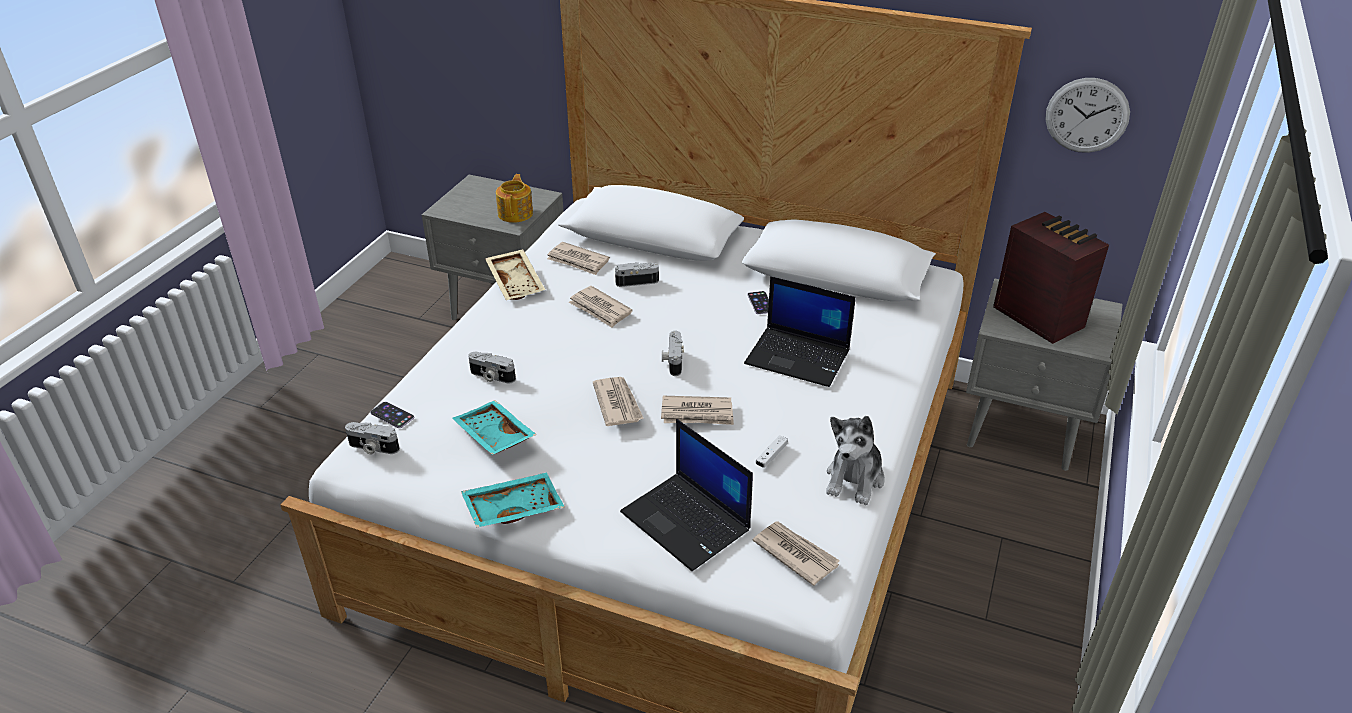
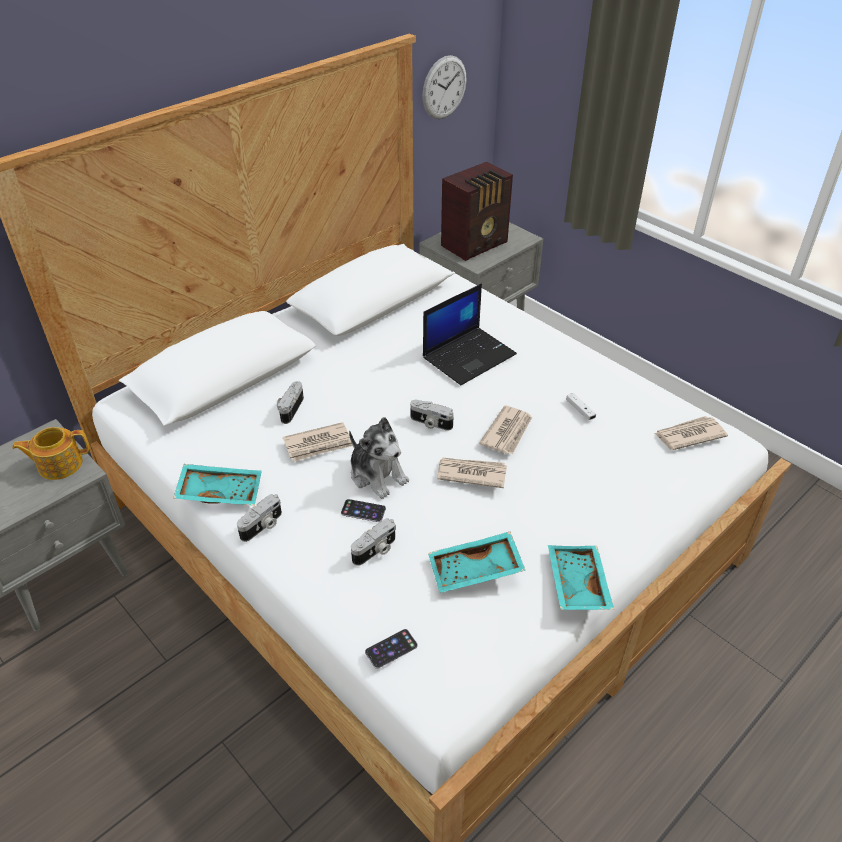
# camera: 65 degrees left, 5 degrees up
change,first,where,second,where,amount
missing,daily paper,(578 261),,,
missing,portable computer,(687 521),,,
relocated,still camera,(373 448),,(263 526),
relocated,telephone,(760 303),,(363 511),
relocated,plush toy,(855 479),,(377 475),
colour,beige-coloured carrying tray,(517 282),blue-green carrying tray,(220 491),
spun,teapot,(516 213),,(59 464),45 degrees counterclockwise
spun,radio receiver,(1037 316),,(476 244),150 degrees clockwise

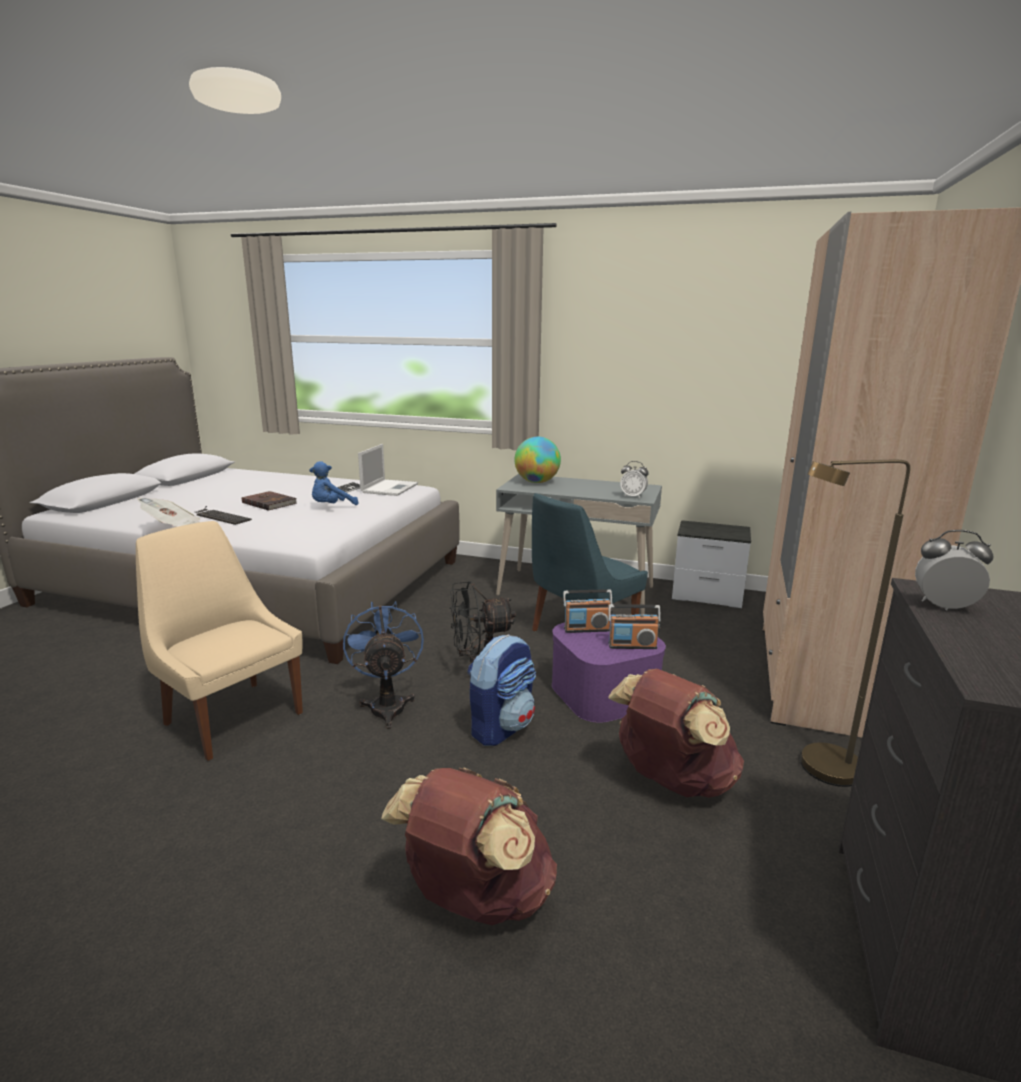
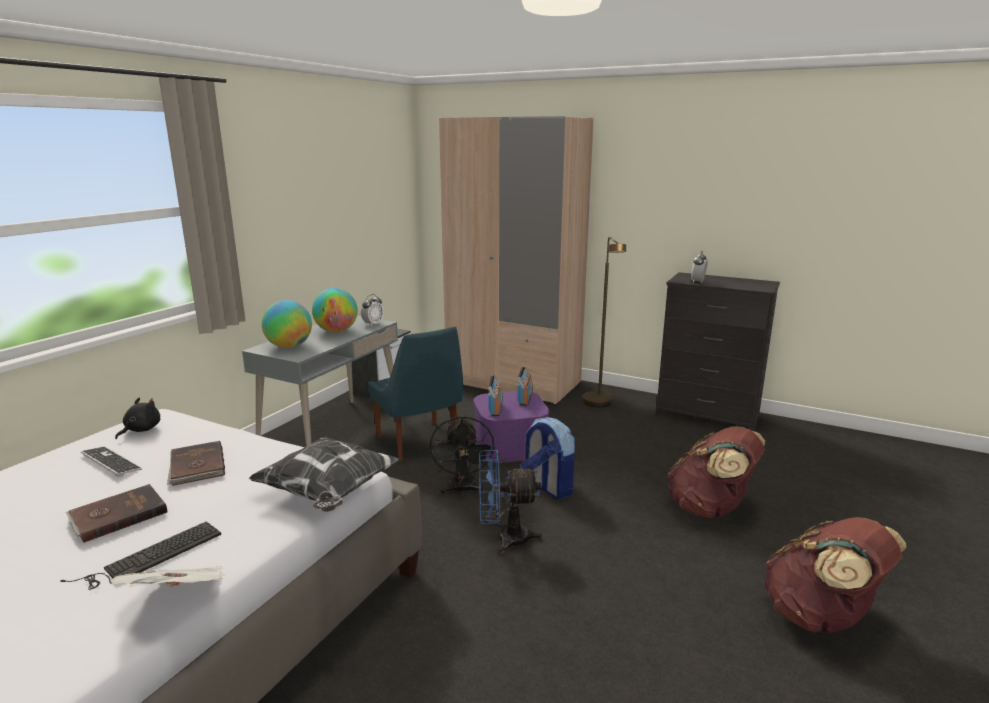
# camera: 80 degrees left, 0 degrees up
change,first,where,second,where,amount
missing,beige-coloured upright chair,(231 717),,,
appeared,,,throw pillow,(328 493),
appeared,,,world globe,(336 331),
relocated,brownish knapsack,(671 781),,(820 617),
exchanged,blue-coloured plush toy,(331 507),brownish book,(196 466),
exchanged,portable computer,(390 488),blackish plush toy,(141 430),

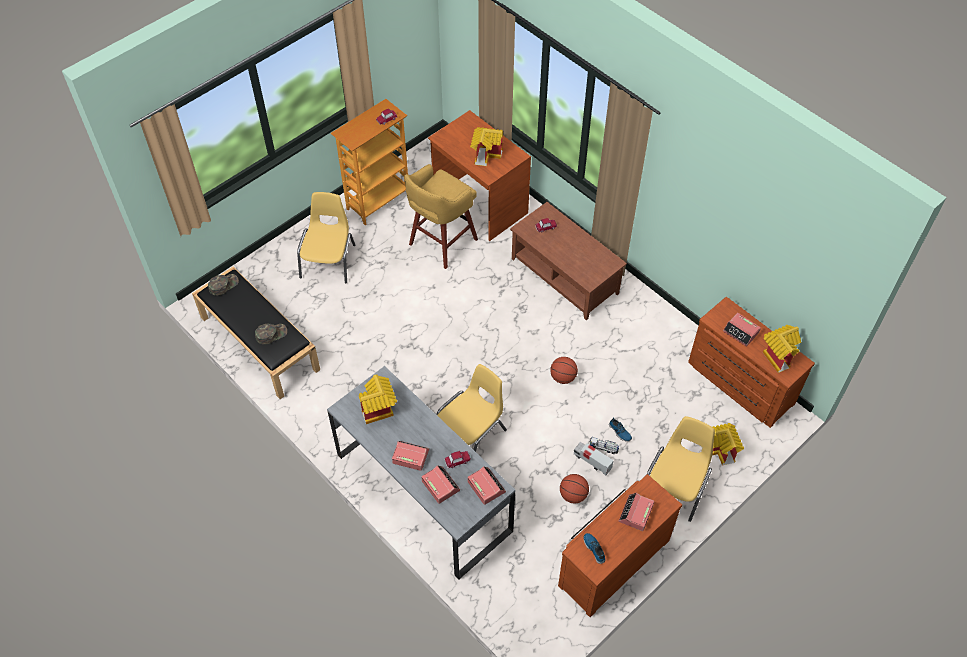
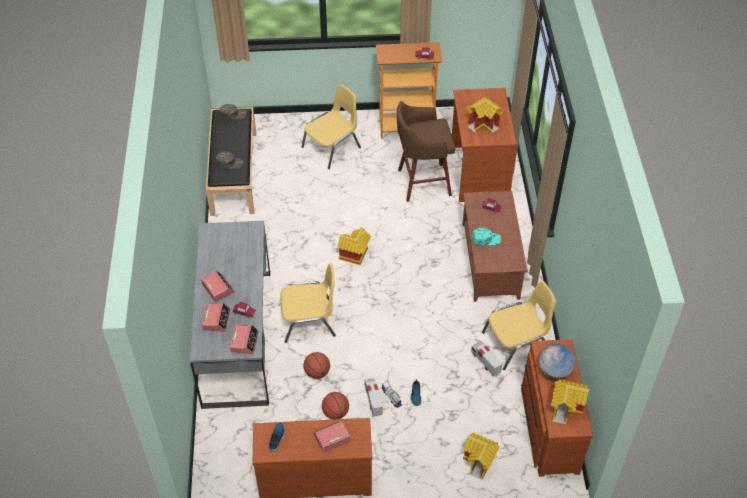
# camera: 40 degrees right, 5 degrees down
change,first,where,second,where,amount
appeared,,,blue-green cap,(486 239),
appeared,,,model truck,(485 362),
relocated,toy house,(379 411),,(354 256),
relocated,ball for basketball,(563 377),,(317 372),
relocated,yellow-coloured upright chair,(675 486),,(516 343),
exchanged,alarm clock,(741 332),world globe,(554 372),
colour,yellow-coloured stool,(441 243),brownish stool,(422 182),

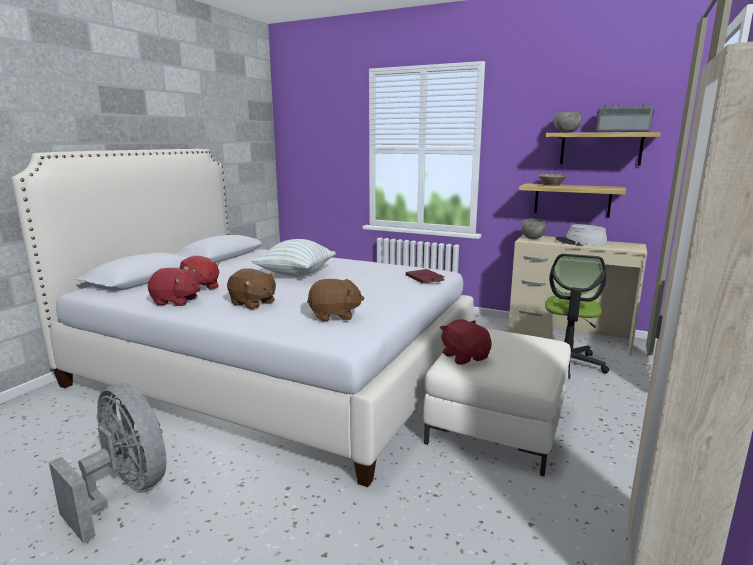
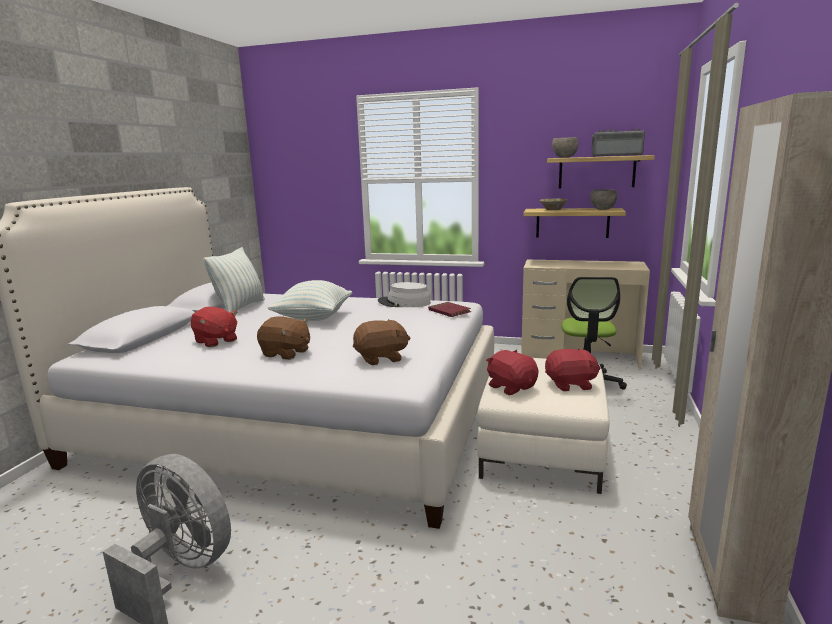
# camera: 10 degrees left, 0 degrees up
change,first,where,second,where,amount
appeared,,,throw pillow,(240 307),
relocated,reddish plush toy,(176 301),,(570 385),
relocated,grey bowl,(532 238),,(602 209),
relocated,grey hat,(580 242),,(404 303),

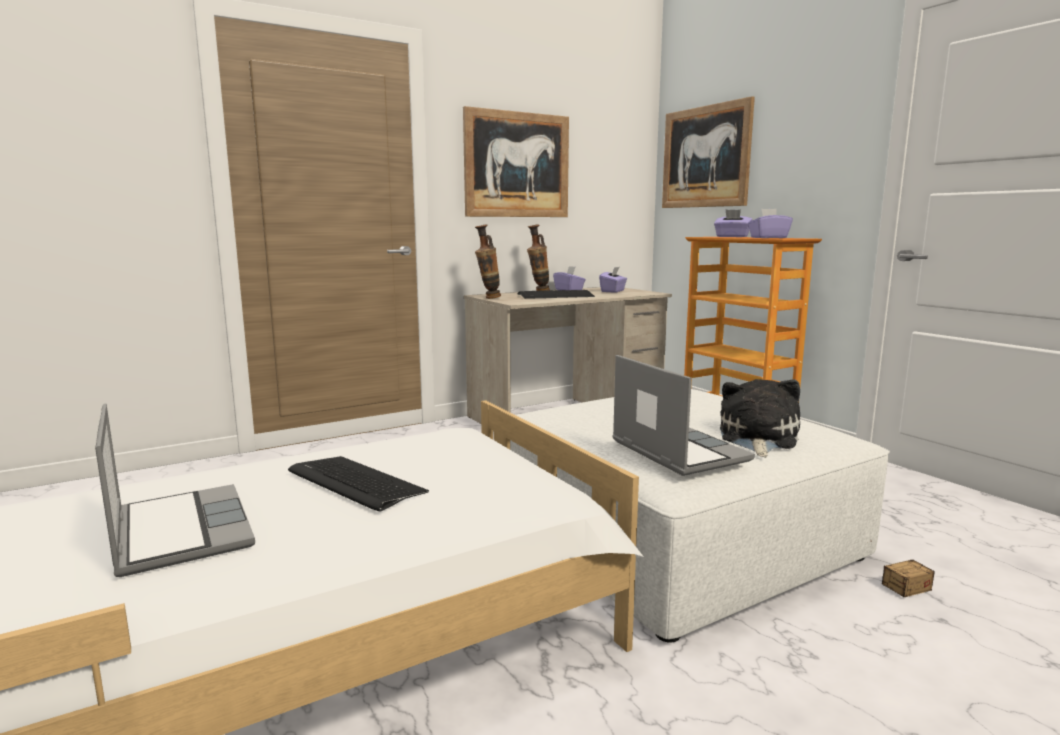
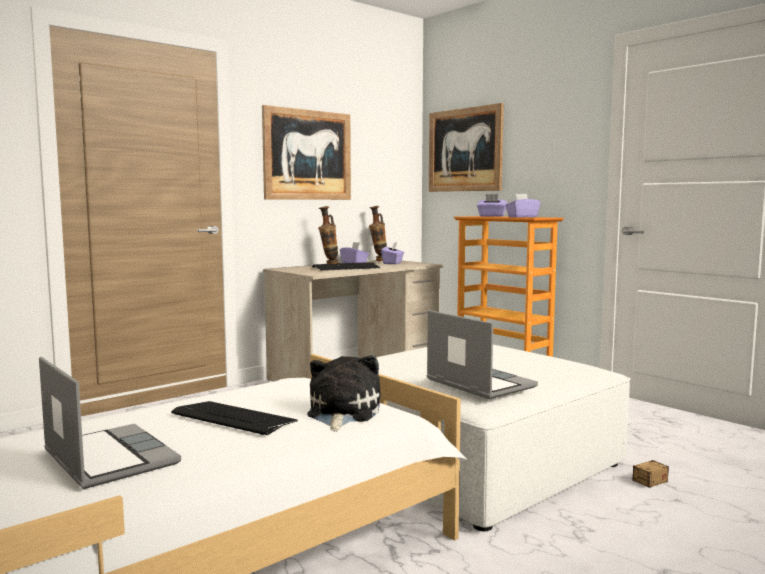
# camera: 10 degrees left, 5 degrees down
change,first,where,second,where,amount
relocated,vase,(488 298),,(378 261),
relocated,plush toy,(757 438),,(341 413),

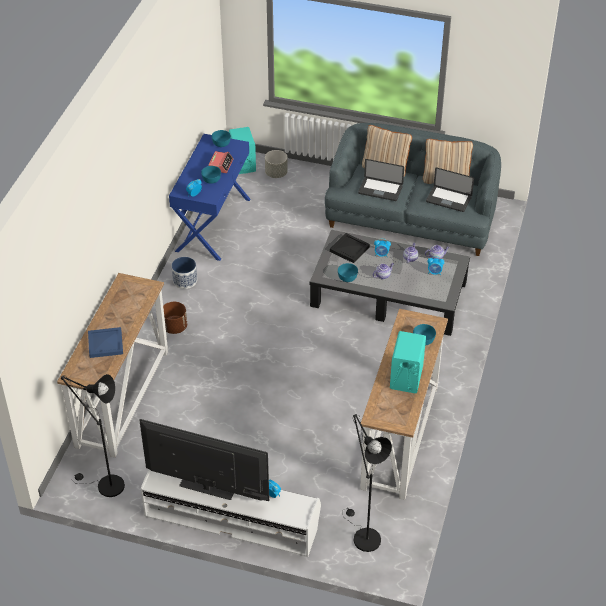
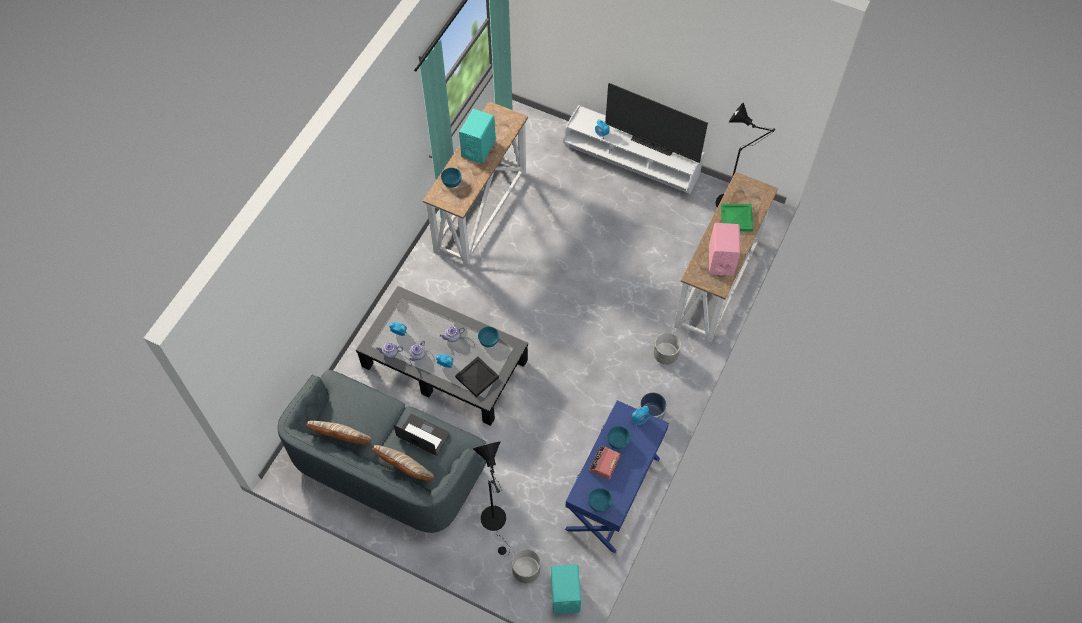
# camera: 170 degrees left, 15 degrees up
change,first,where,second,where,amount
missing,portable computer,(448 200),,,
appeared,,,pink-coloured loudspeaker,(721 260),
relocated,blackish floor lamp,(363 536),,(495 523),
colour,blue-coloured carrying tray,(105 344),green-coloured carrying tray,(737 218),
colour,brownish planter,(174 327),grey planter,(665 355),

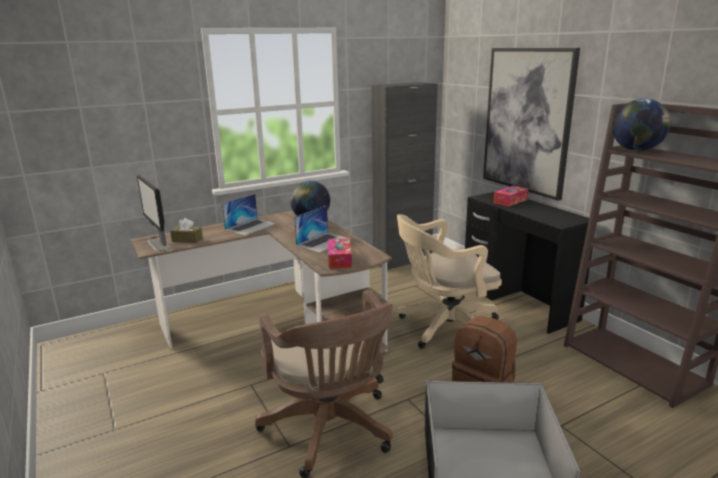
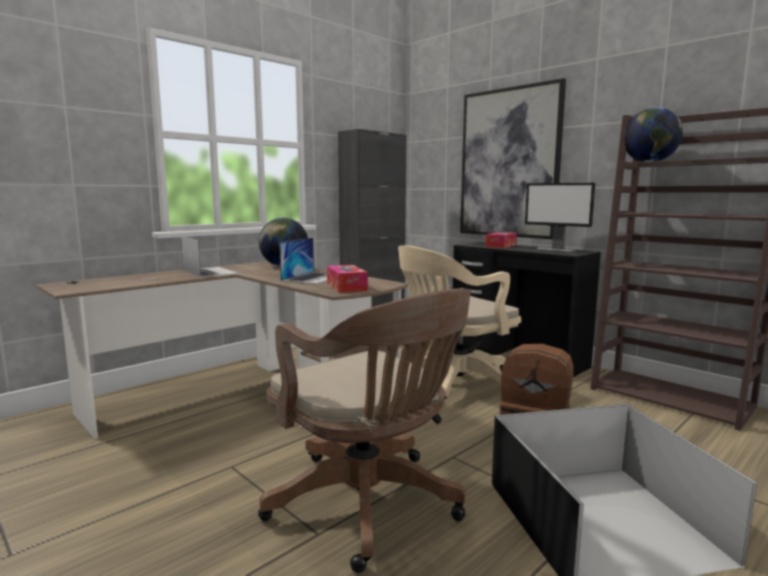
# camera: 15 degrees left, 10 degrees down
change,first,where,second,where,amount
missing,brownish box of tissues,(187 240),,,
relocated,computer display,(158 245),,(556 249),
spun,portable computer,(251 226),,(210 272),60 degrees counterclockwise

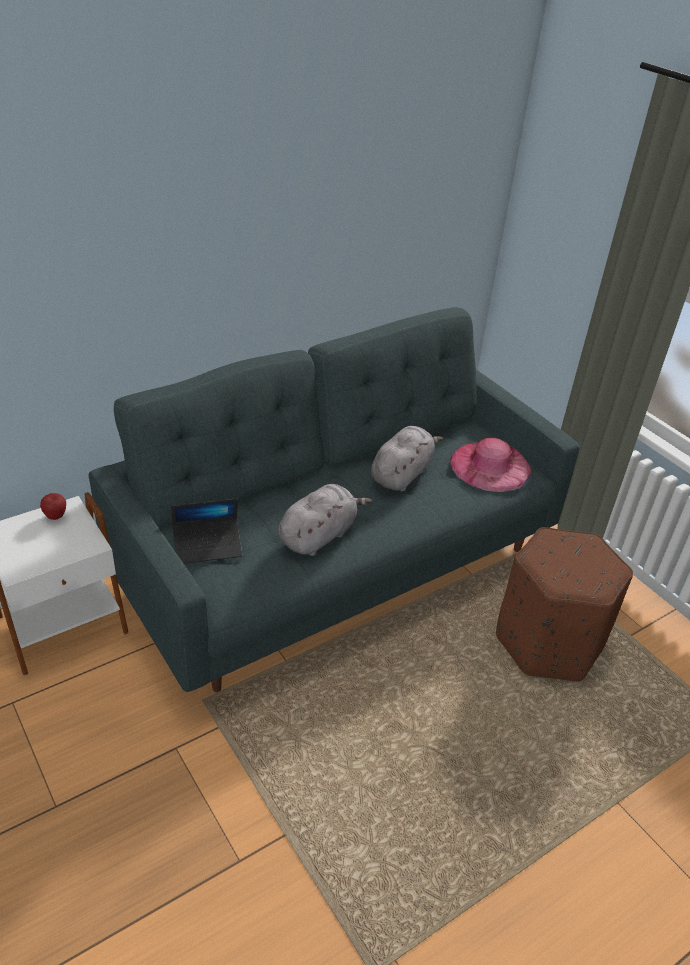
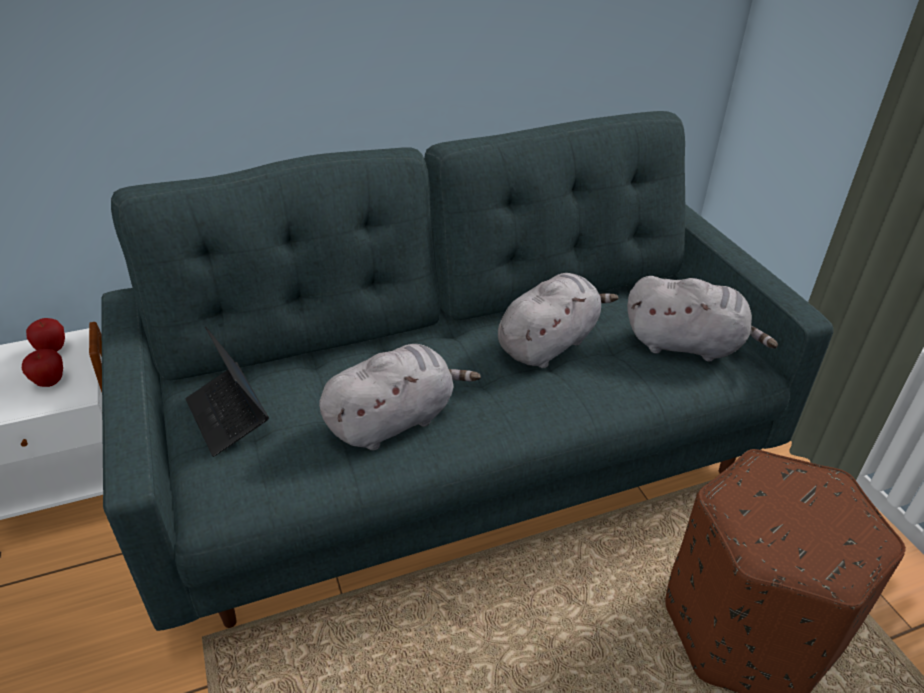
# camera: 15 degrees right, 0 degrees up
change,first,where,second,where,amount
appeared,,,apple,(50 382),
exchanged,pink-coloured hat,(490 466),grey plush toy,(687 345),
spun,portable computer,(207 546),,(228 417),60 degrees clockwise

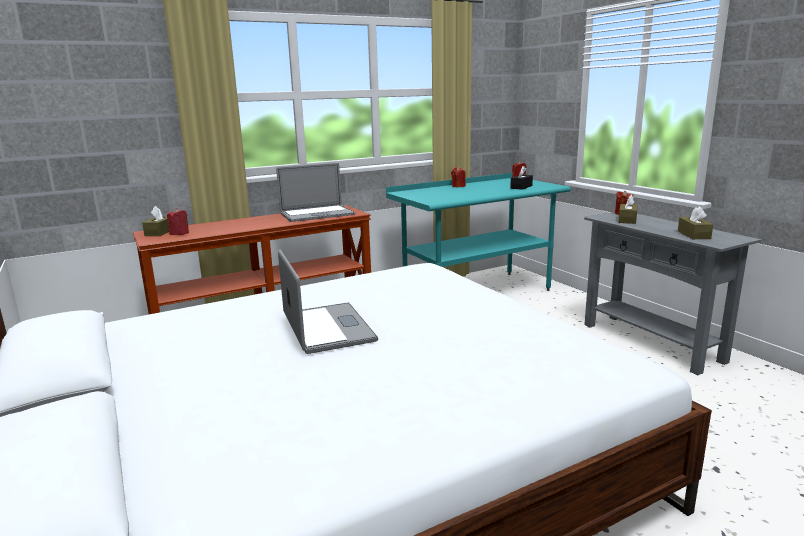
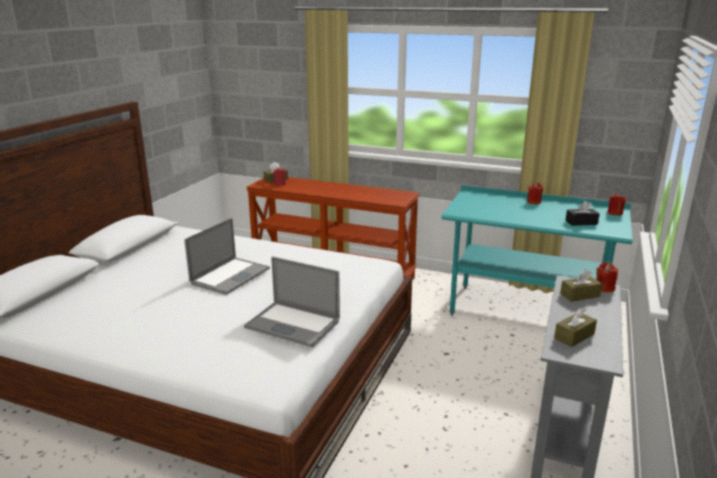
# camera: 50 degrees right, 5 degrees up
change,first,where,second,where,amount
relocated,portable computer,(317 214),,(292 324),

